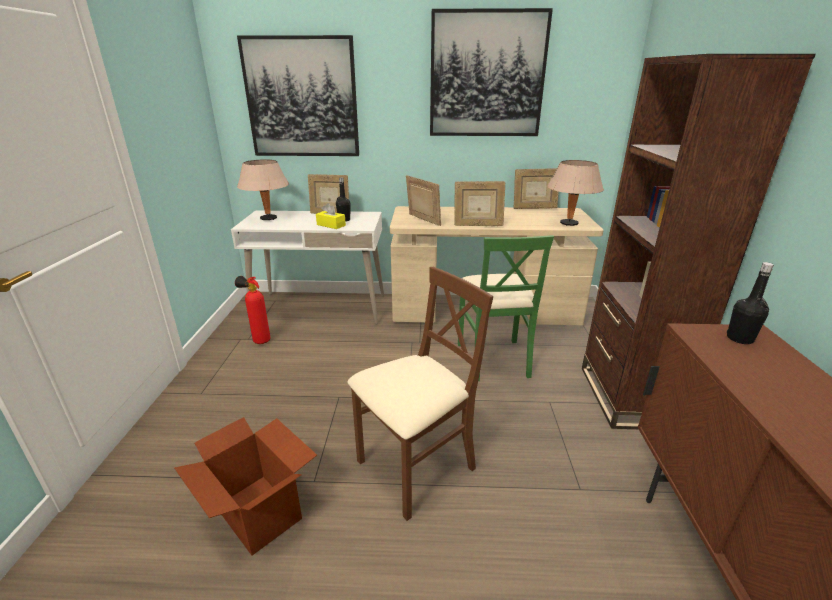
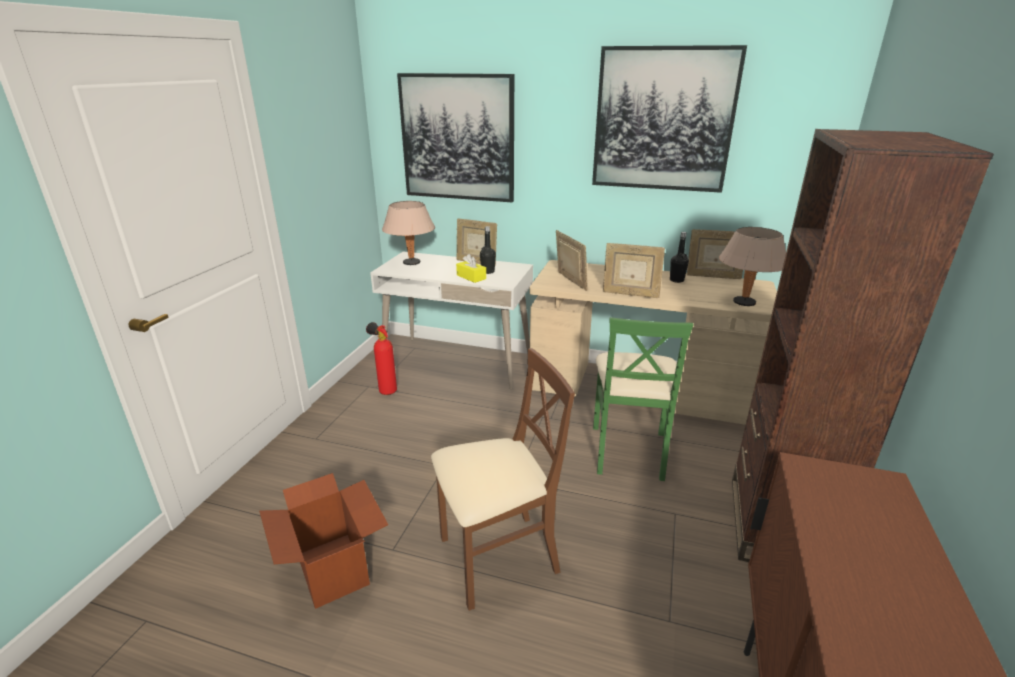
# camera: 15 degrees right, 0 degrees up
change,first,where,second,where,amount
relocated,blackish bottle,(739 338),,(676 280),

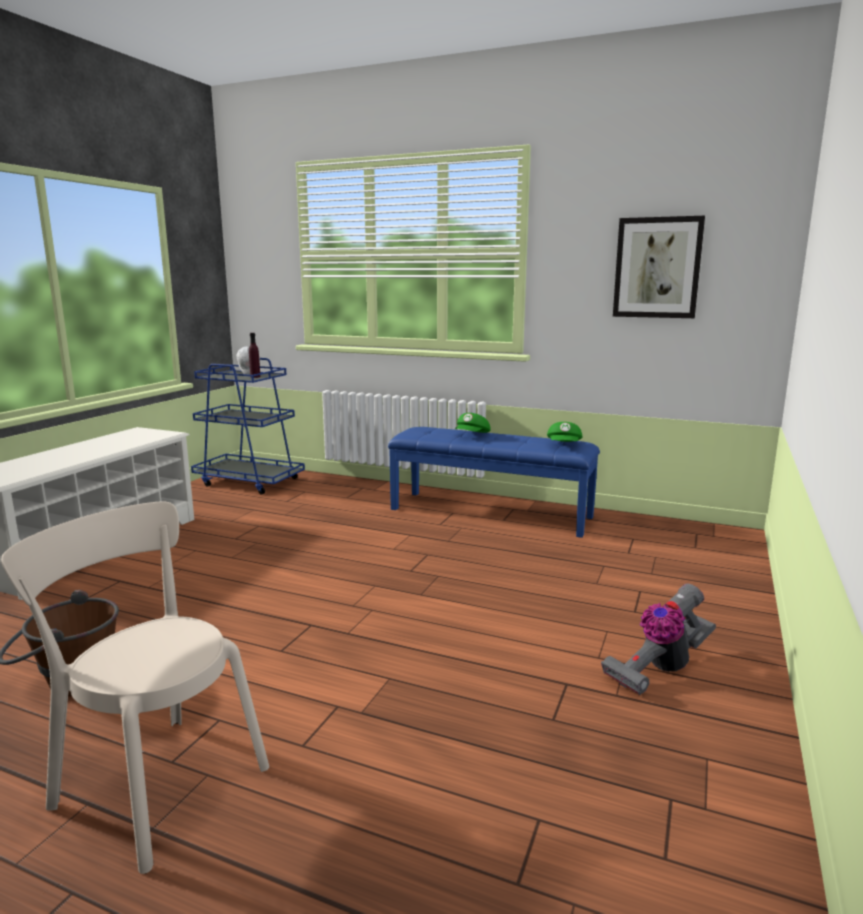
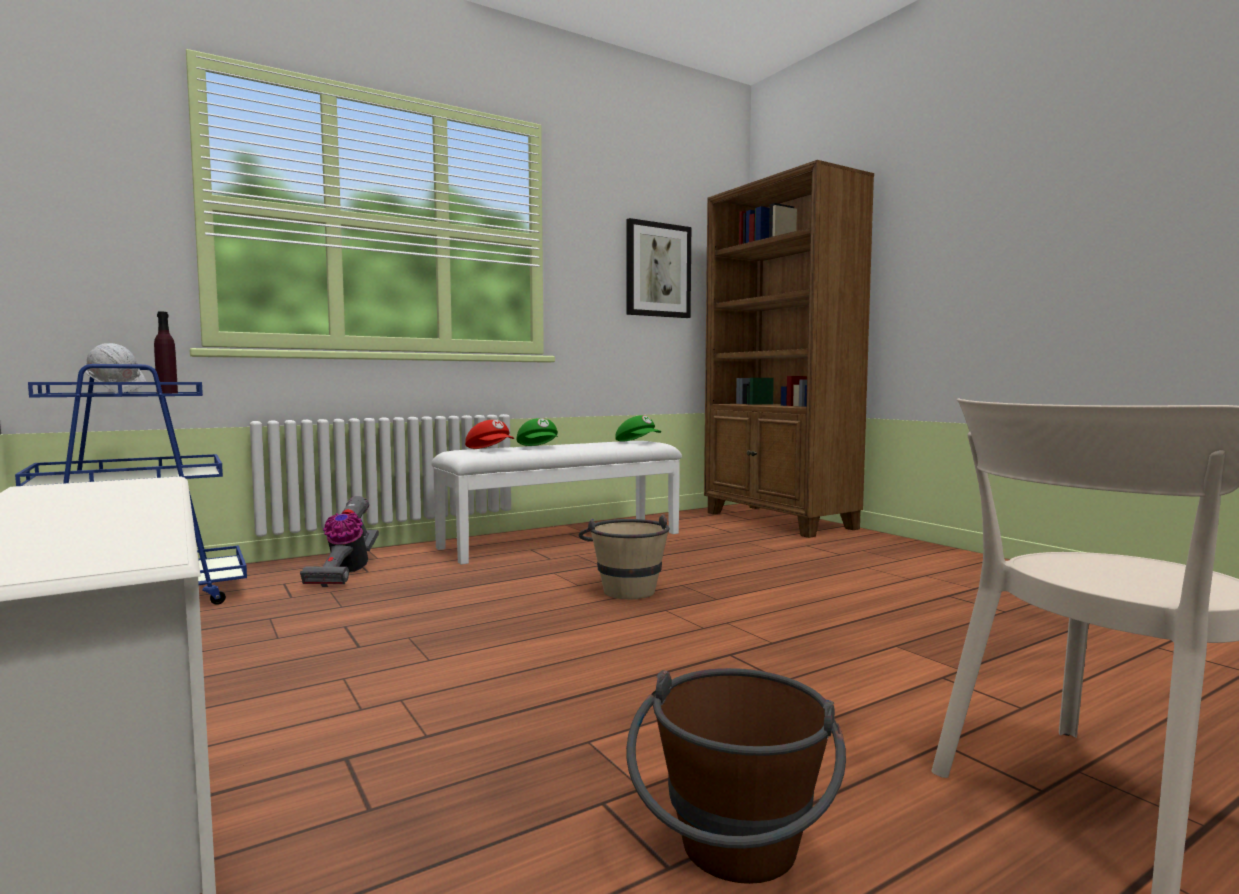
# camera: 55 degrees left, 10 degrees down
change,first,where,second,where,amount
appeared,,,reddish cap,(491 450),
appeared,,,beige-coloured water bucket,(625 588),
appeared,,,brownish bookcase,(779 521),
relocated,vacuum,(659 668),,(345 573),
colour,blue-coloured bench,(491 513),white bench,(562 540),

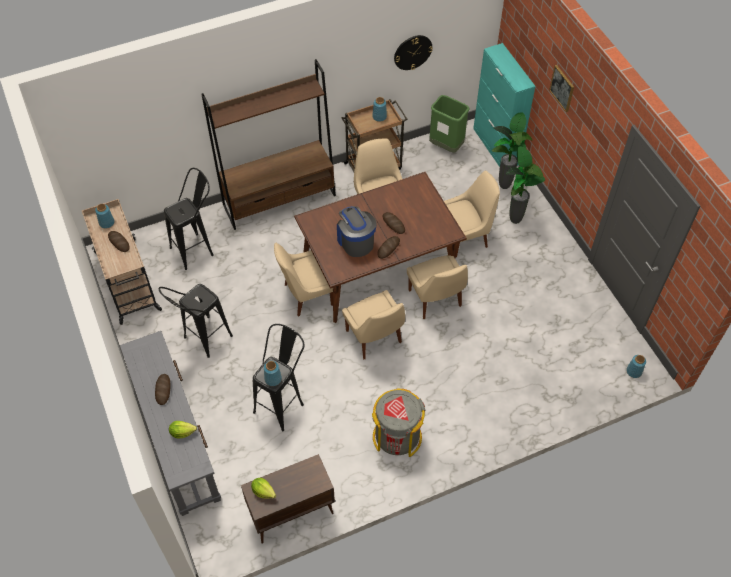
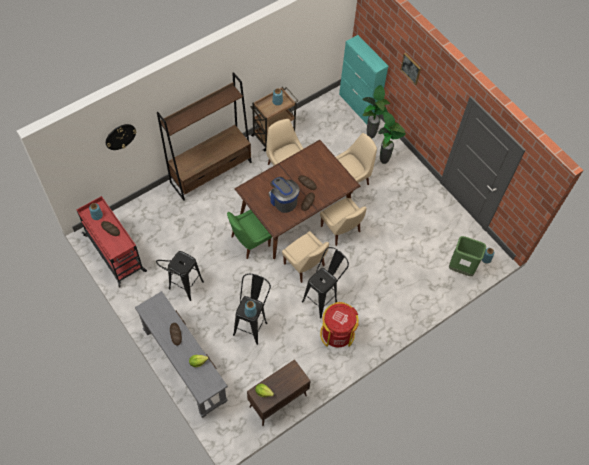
# camera: 15 degrees left, 5 degrees up
change,first,where,second,where,amount
relocated,blackish stool,(197 248),,(323 298),
relocated,clock on the wall,(412 52),,(120 136),
relocated,green-coloured rubbish bin,(446 146),,(461 268),
colour,beige-coloured trolley,(128 282),reddish trolley,(115 254),
colour,beige-coloured upright chair,(306 295),green-coloured upright chair,(249 242),
colour,grey rubbish bin,(397 436),reddish rubbish bin,(337 333),

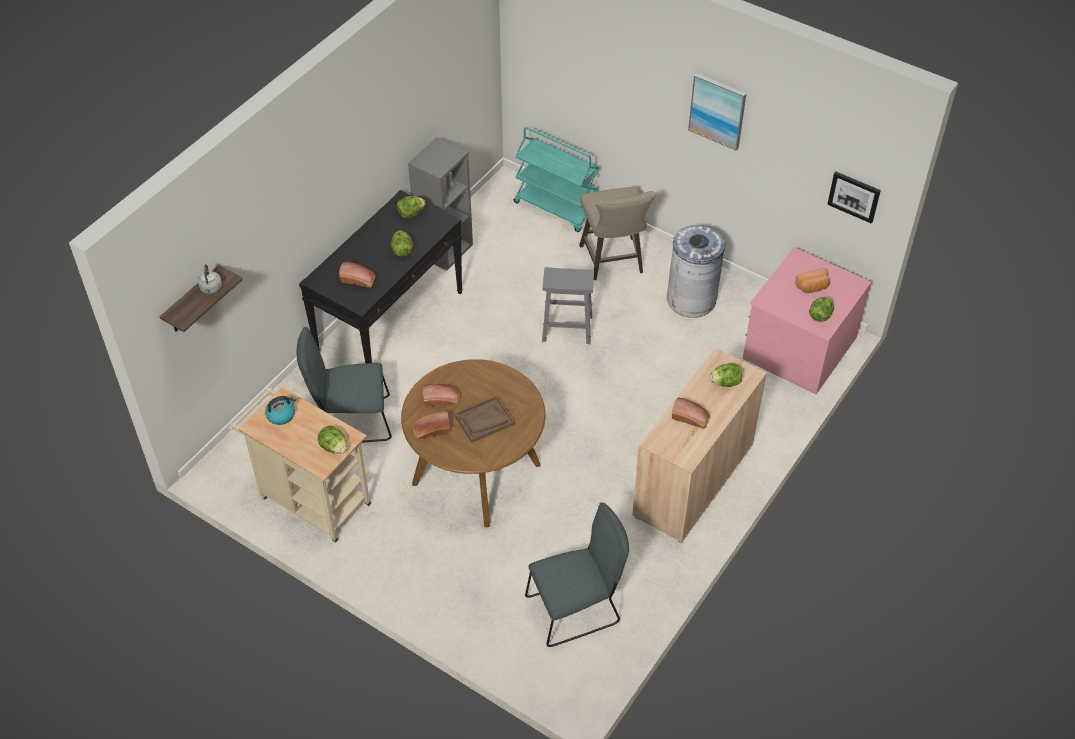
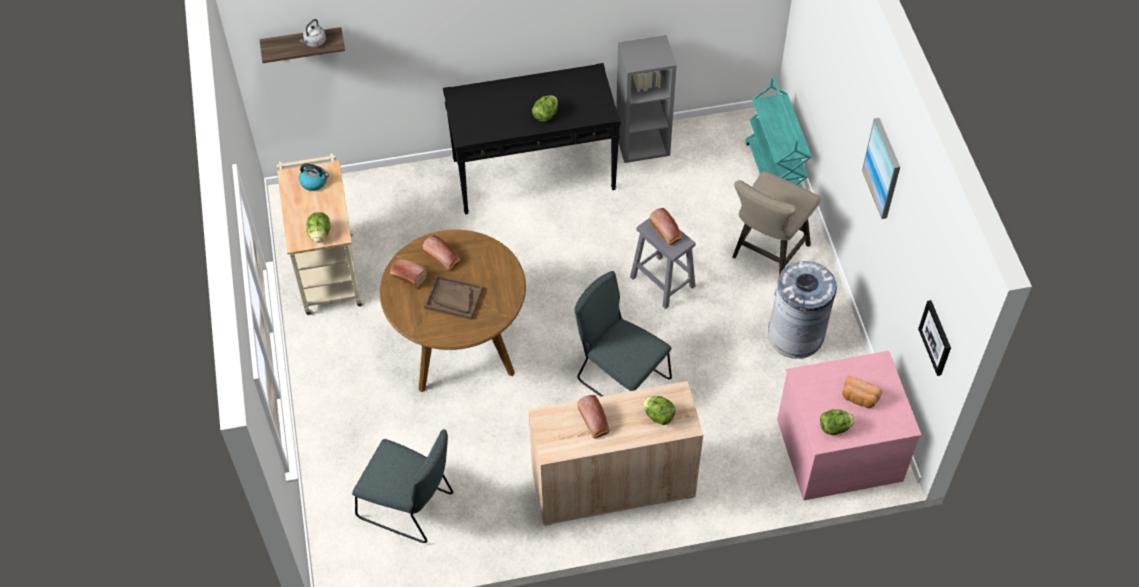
# camera: 45 degrees right, 5 degrees up
change,first,where,second,where,amount
missing,head of lettuce,(411 214),,,
relocated,grey upright chair,(351 421),,(620 378),
relocated,baked bread,(359 280),,(666 232),

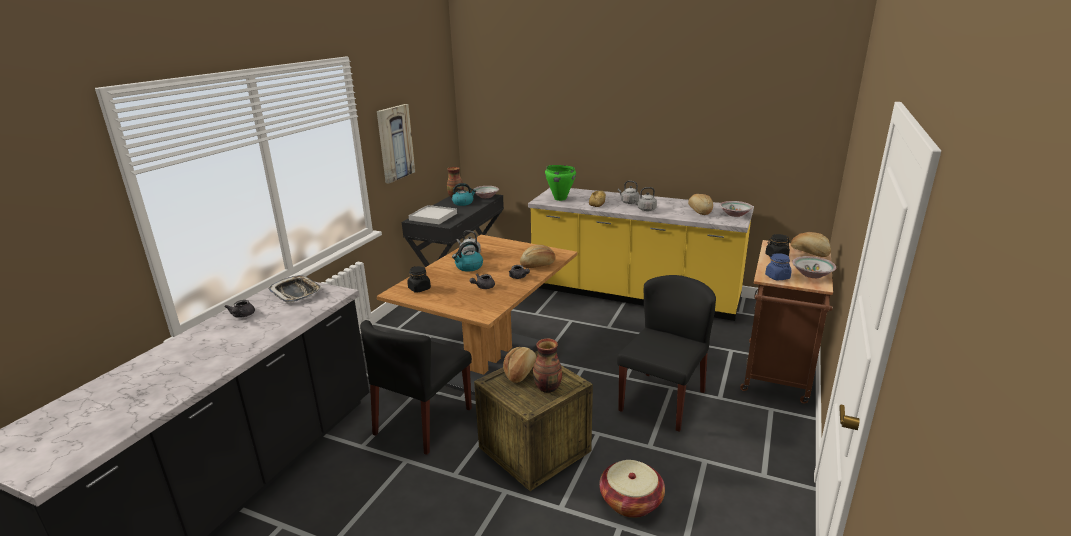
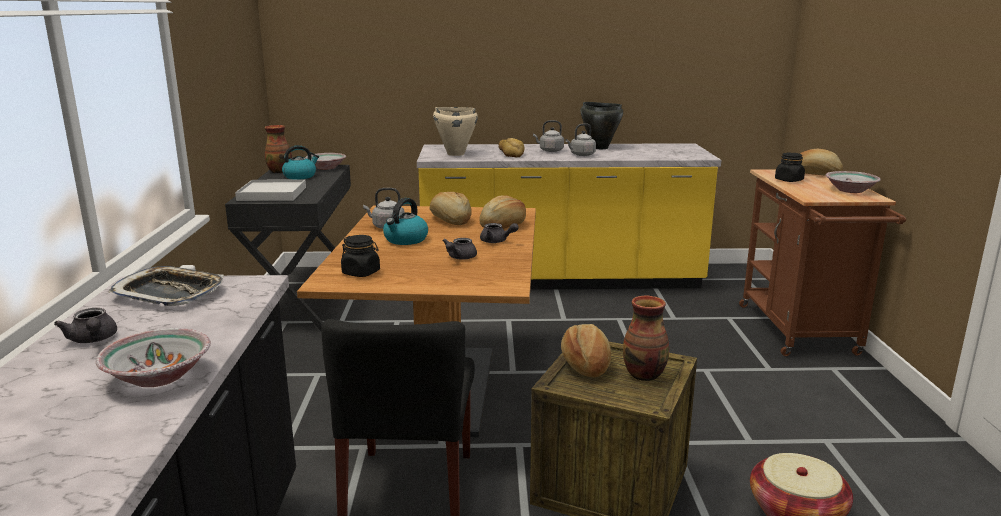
# camera: 25 degrees left, 5 degrees down
change,first,where,second,where,amount
missing,wall art,(395 143),,,
missing,blackish upright chair,(662 400),,,
missing,blue-coloured storage jar,(777 277),,,
appeared,,,blackish saucepot,(599 147),
relocated,baked bread,(699 211),,(450 220),
relocated,bowl,(735 214),,(159 377),
colour,green-coloured saucepot,(560 198),beige-coloured saucepot,(455 154),

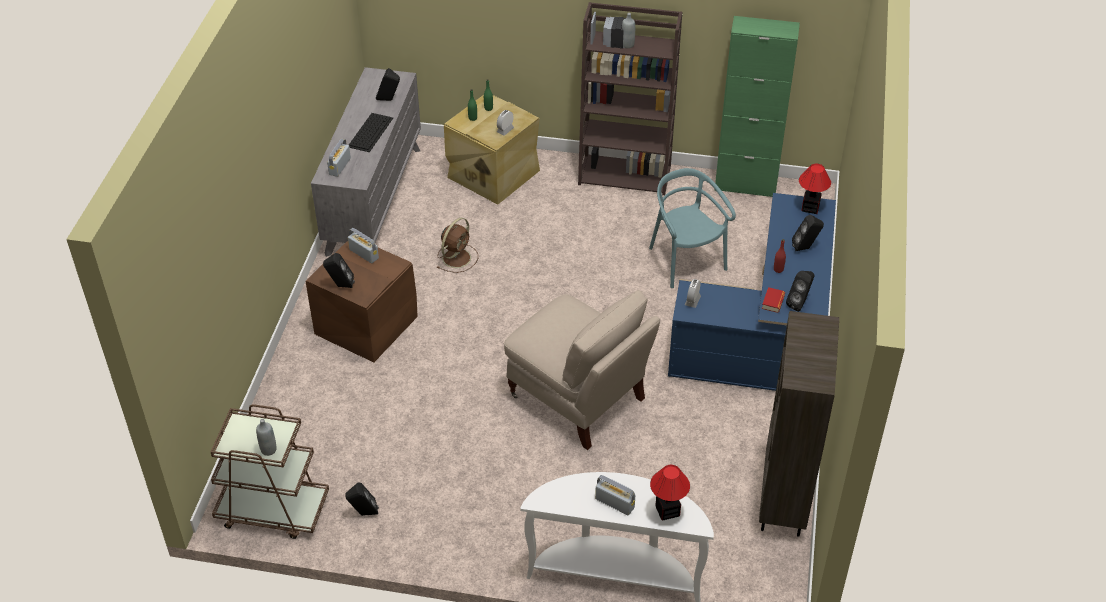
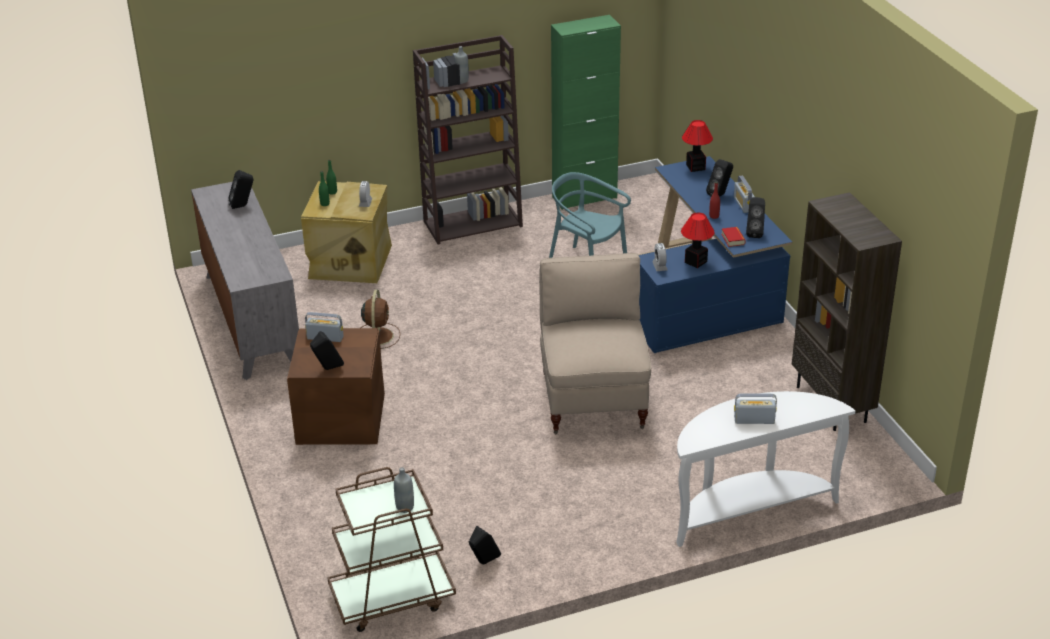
# camera: 30 degrees left, 10 degrees down
change,first,where,second,where,amount
missing,keyboard,(370 132),,,
relocated,radio receiver,(339 166),,(743 204),
relocated,lamp for a table,(667 511),,(695 262),
spun,beige-coloured upright chair,(578 399),,(593 399),105 degrees counterclockwise

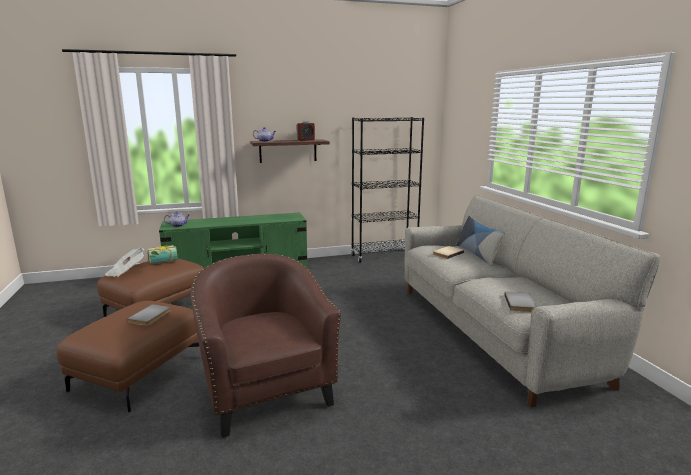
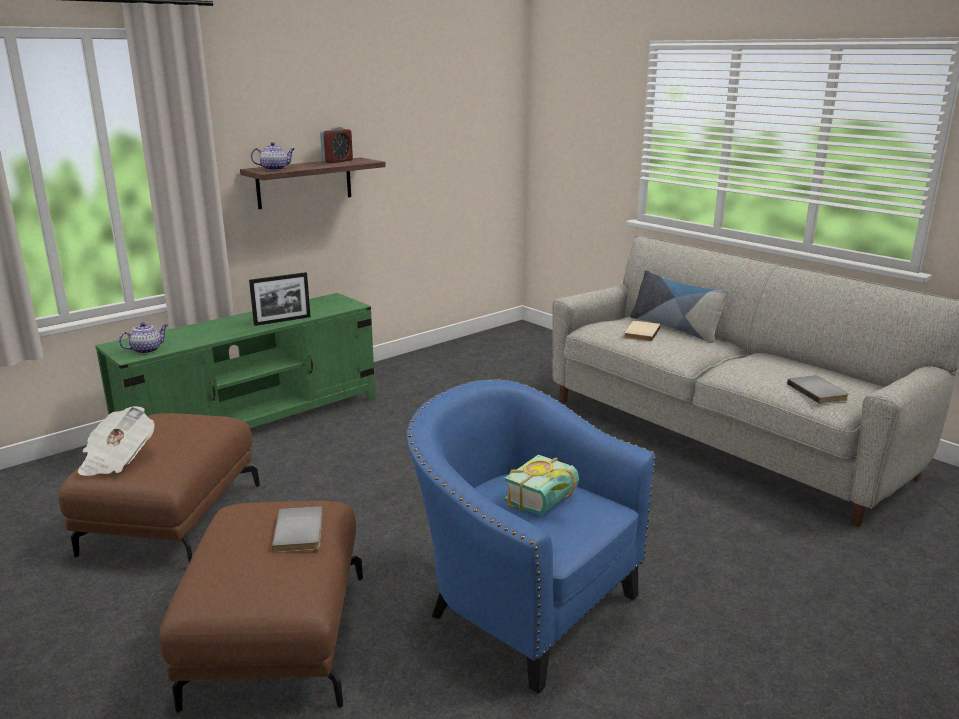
# camera: 25 degrees left, 5 degrees up
change,first,where,second,where,amount
missing,blackish bookcase,(384 256),,,
appeared,,,standing frame,(282 321),
relocated,book,(163 262),,(547 502),
colour,brownish easy chair,(265 391),blue-coloured easy chair,(521 605),

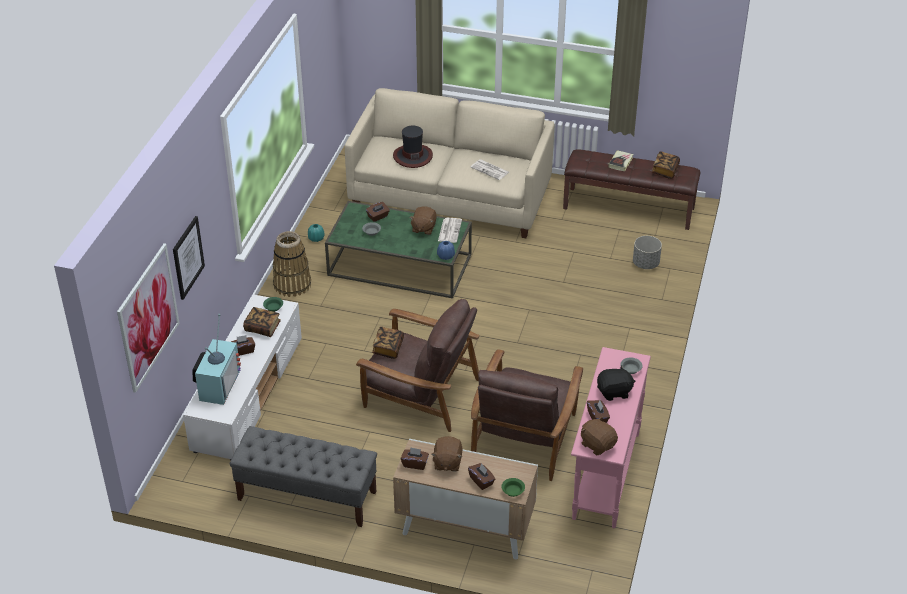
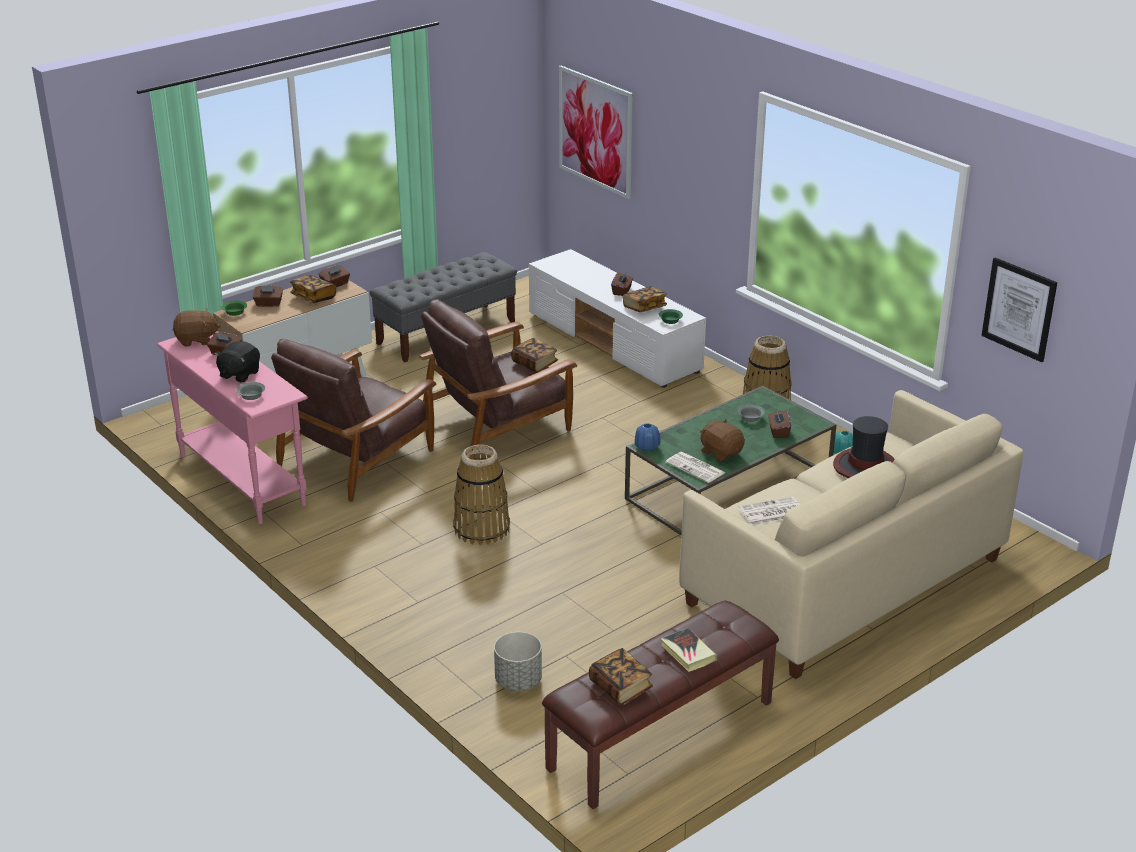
# camera: 125 degrees right, 10 degrees down
change,first,where,second,where,amount
missing,TV set,(217 384),,,
appeared,,,household basket,(481 529),
relocated,wall art,(188 257),,(1019 309),
exchanged,brownish plush toy,(447 462),book,(313 297),
spun,brownish easy chair,(524 436),,(358 458),105 degrees counterclockwise

